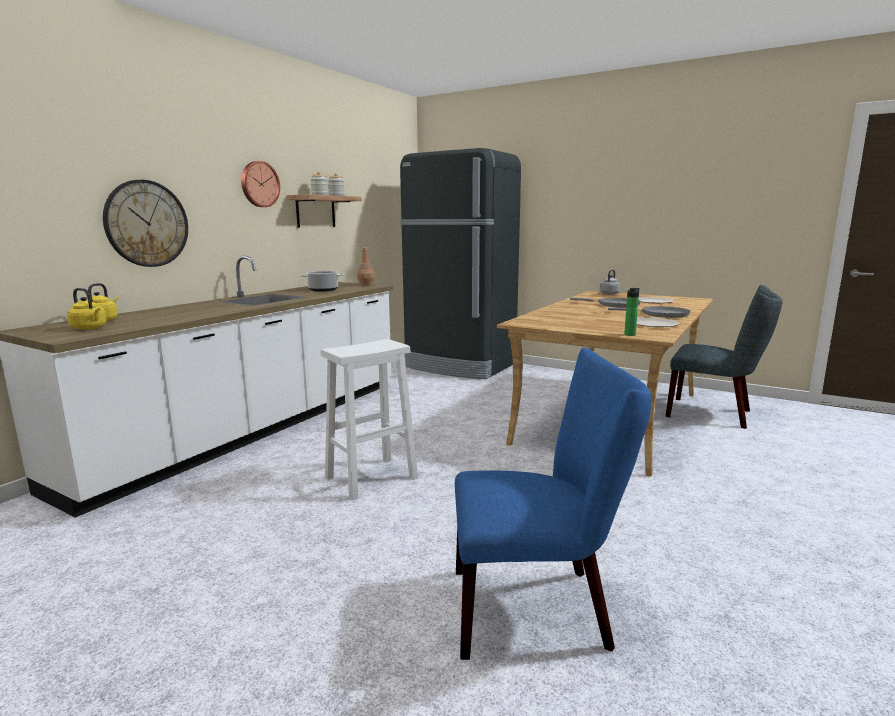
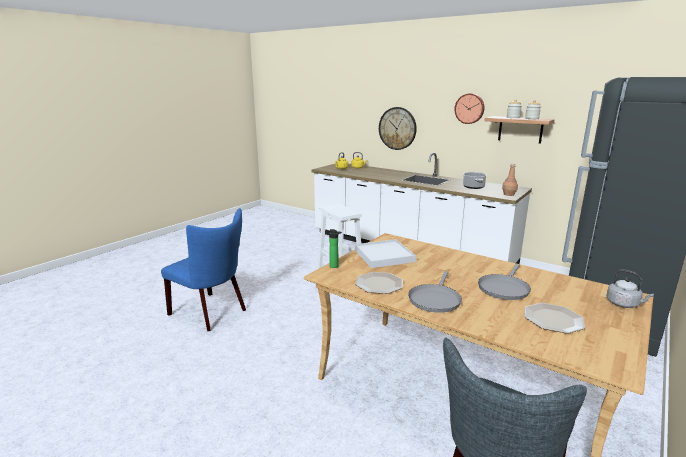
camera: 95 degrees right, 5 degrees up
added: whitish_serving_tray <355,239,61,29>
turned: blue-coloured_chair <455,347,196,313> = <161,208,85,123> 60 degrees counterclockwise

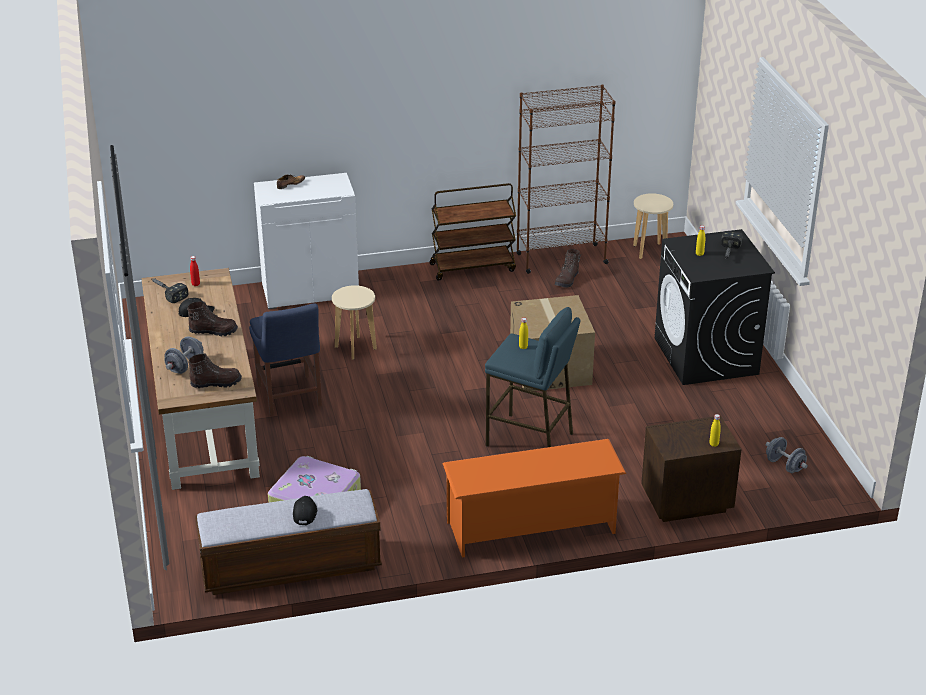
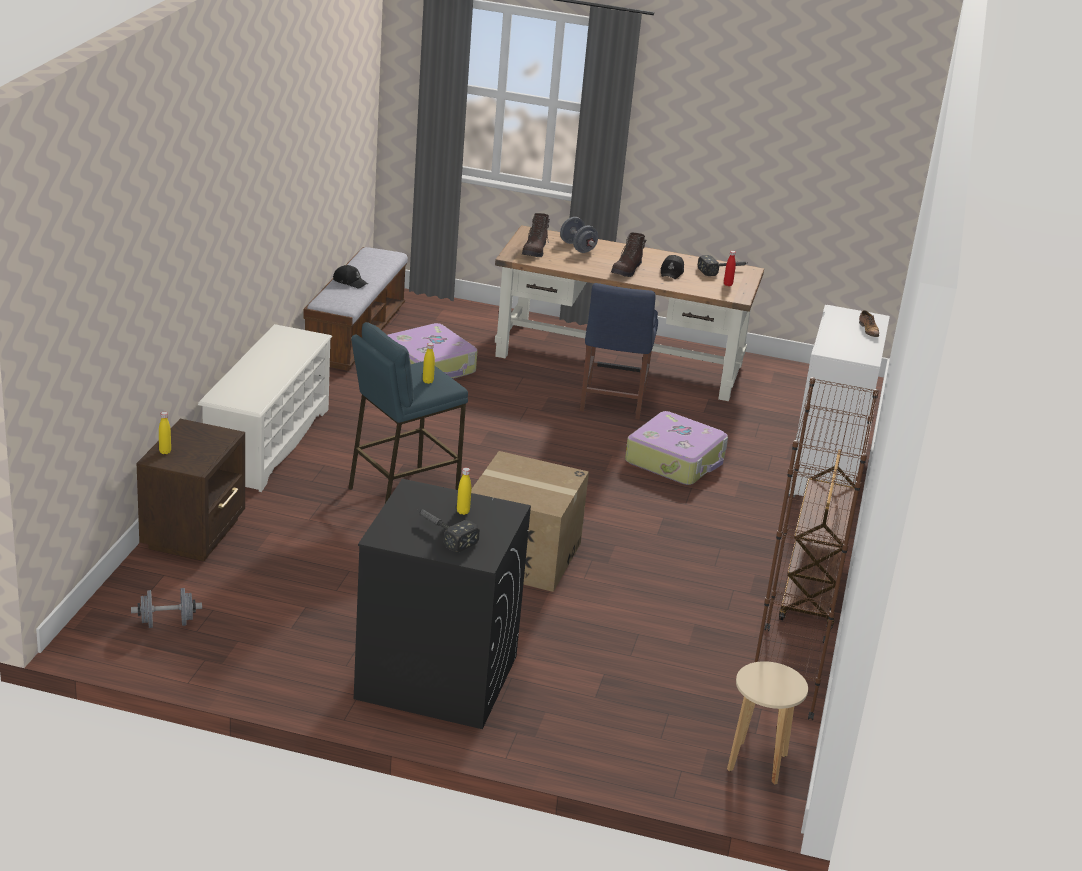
camera: 115 degrees right, 5 degrees down
removed: brownish_boot <554,249,27,39>
replaced: sand-coloured_sitting_stool <332,285,45,75> to suitcase <625,411,103,74>
recoloured: orange_shoe_rack <442,439,184,118> to whitish_shoe_rack <198,324,134,168>
turned: blue-coloured_chair <249,303,73,113> = <580,283,78,137> 90 degrees counterclockwise

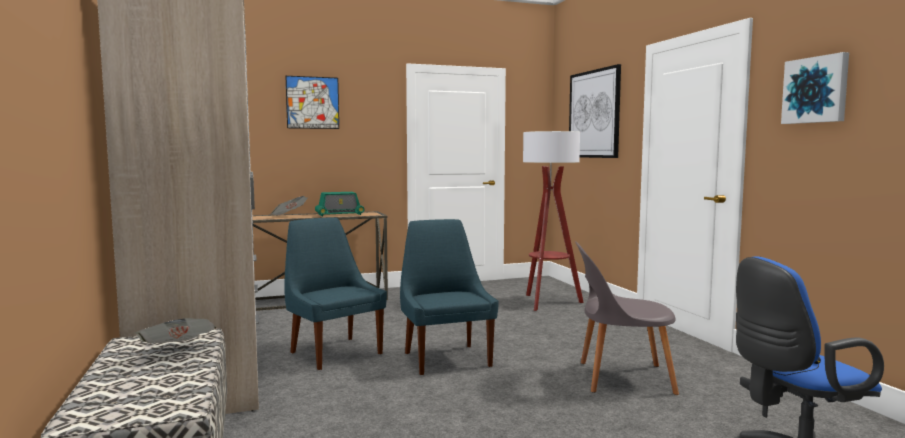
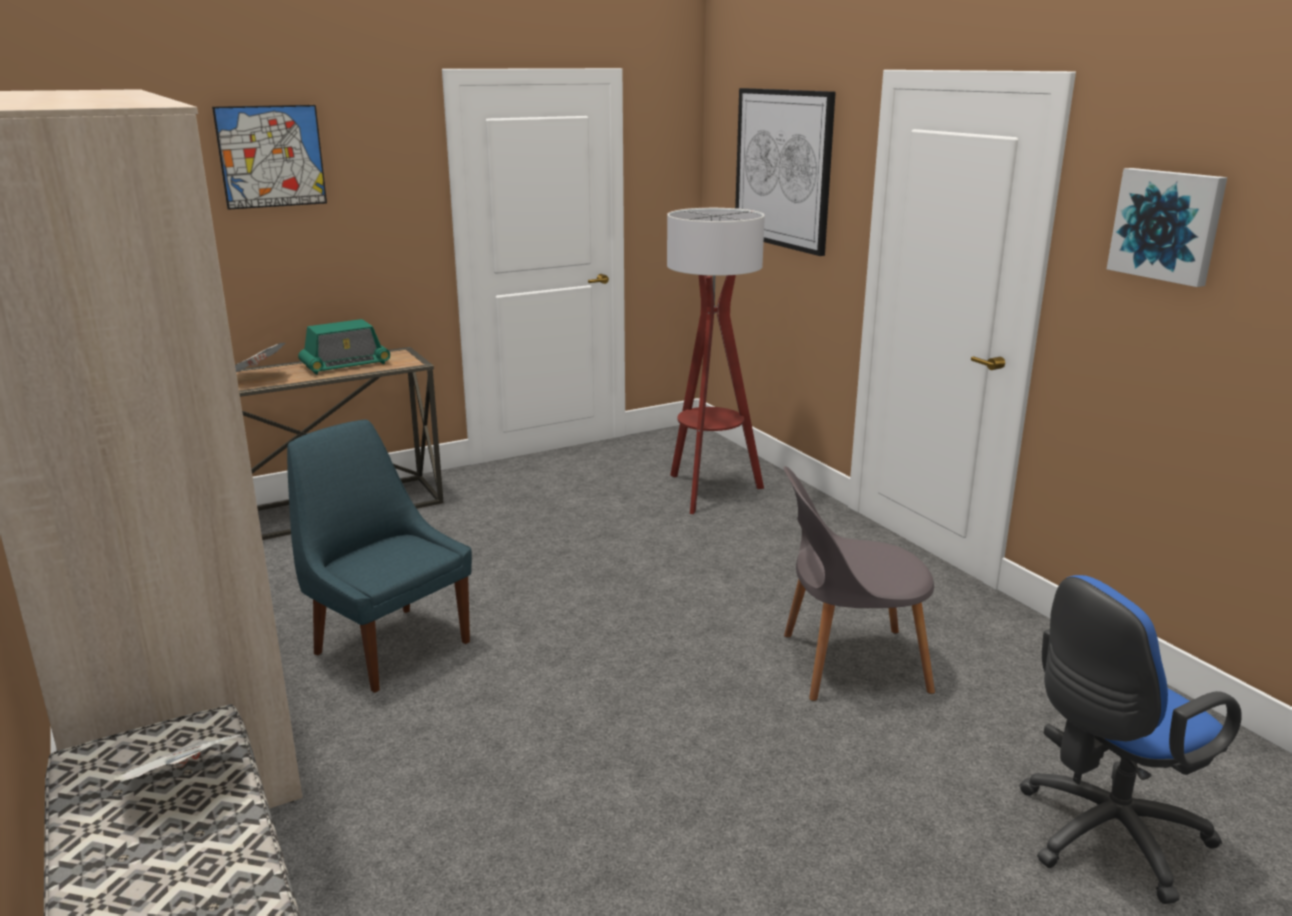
camera: 10 degrees left, 15 degrees up
removed: blue-coloured_chair <400,219,99,156>

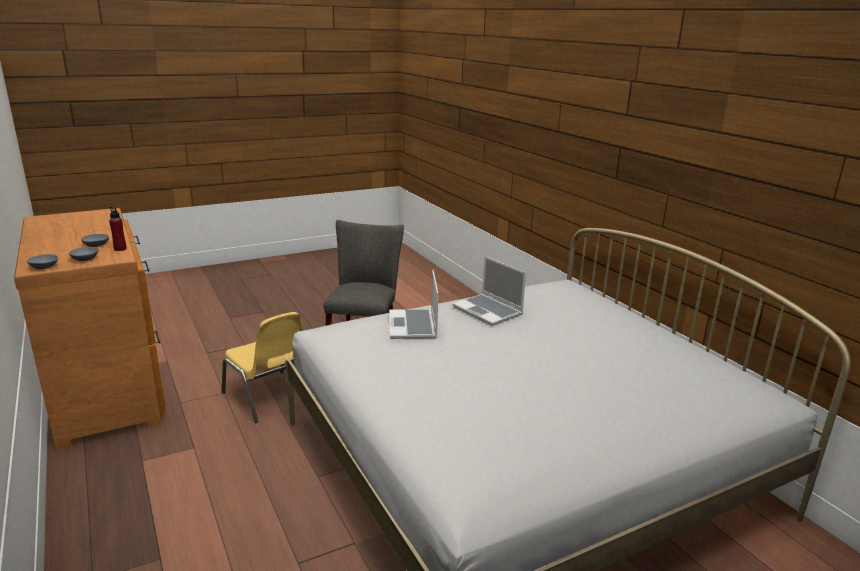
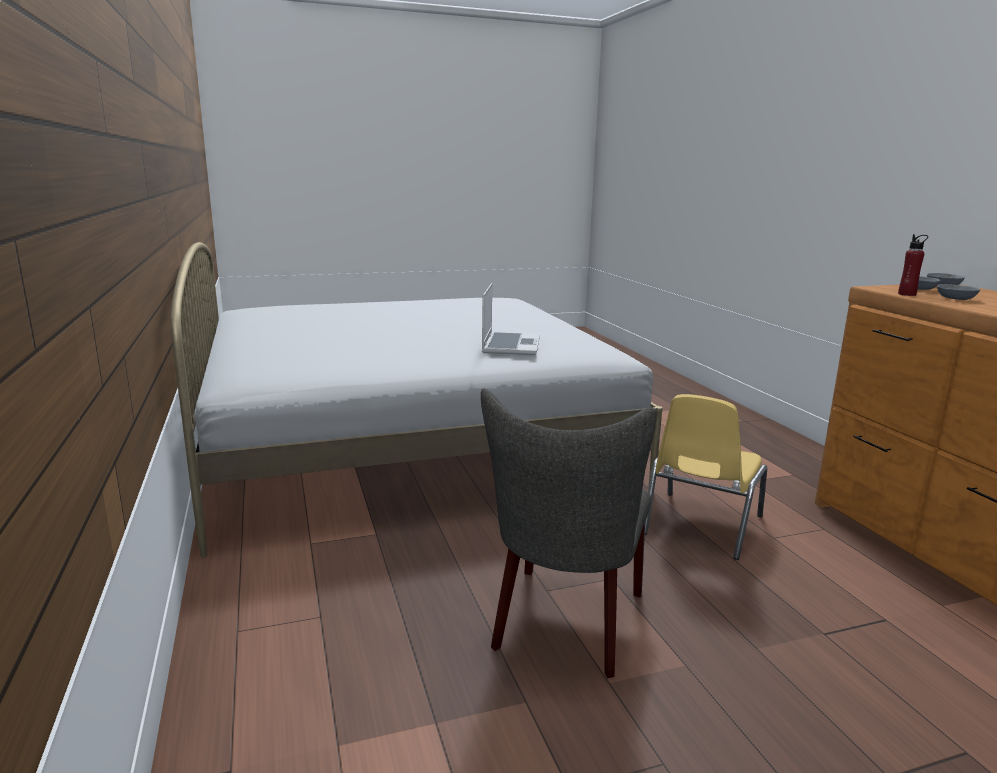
camera: 170 degrees left, 5 degrees down
removed: notebook_computer <453,256,73,70>
turned: yellow-coloured_chair <222,312,80,111> = <645,394,122,166> 120 degrees counterclockwise

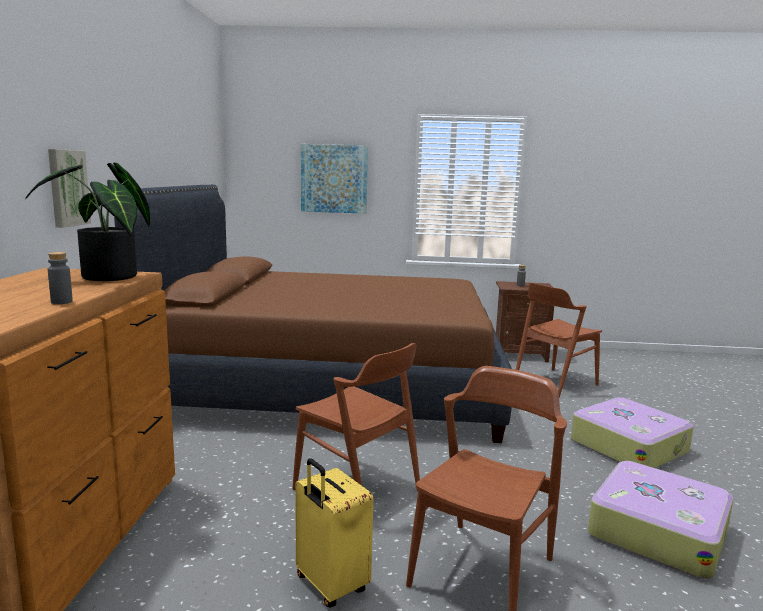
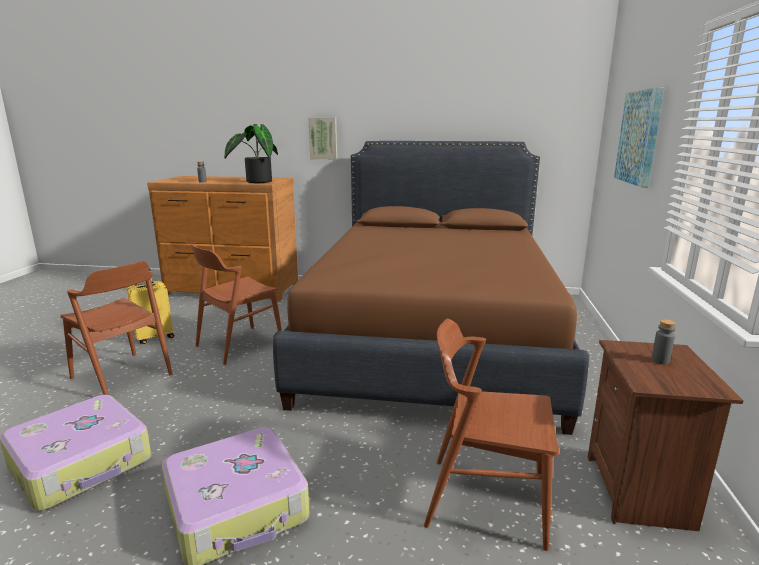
camera: 95 degrees right, 5 degrees up
turned: brownish_chair <516,283,86,115> = <424,319,135,232> 45 degrees counterclockwise

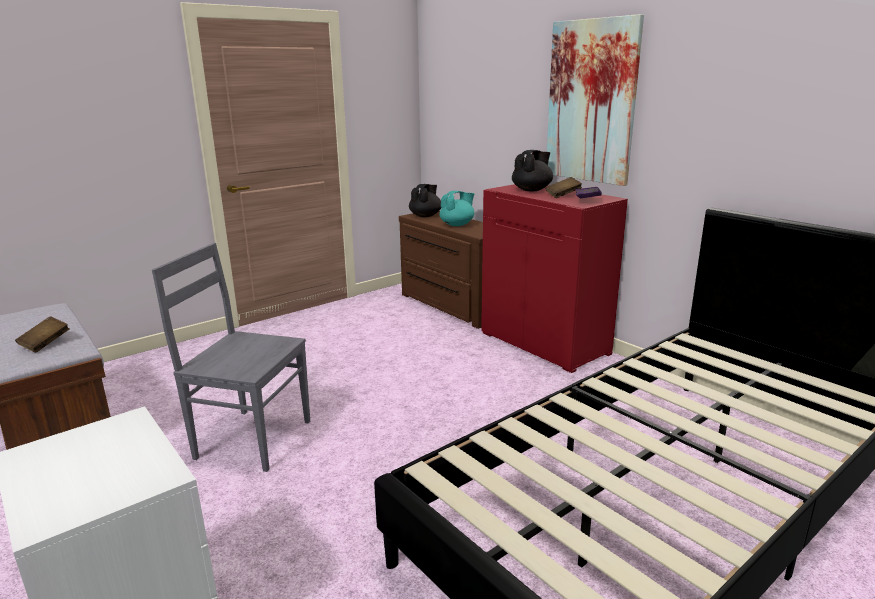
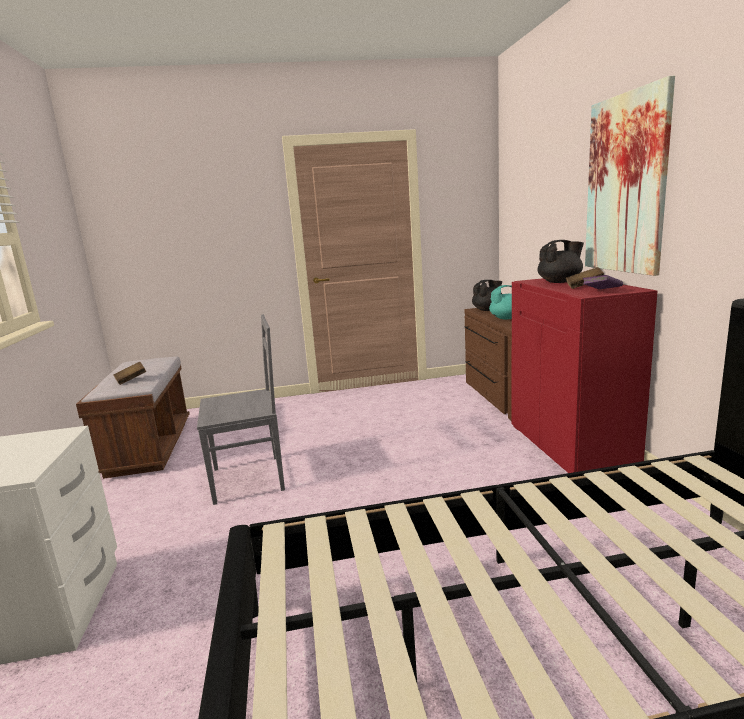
camera: 30 degrees right, 5 degrees down
turned: gray_chair <152,243,158,229> = <197,315,88,190> 120 degrees clockwise

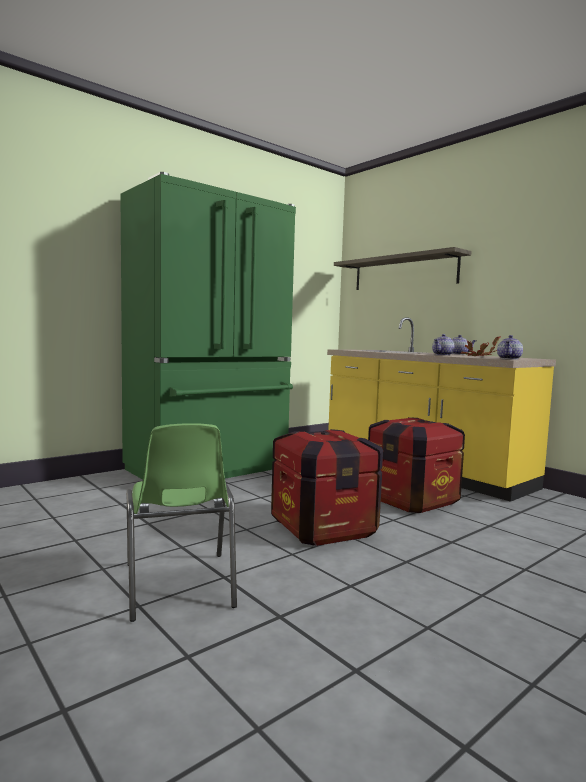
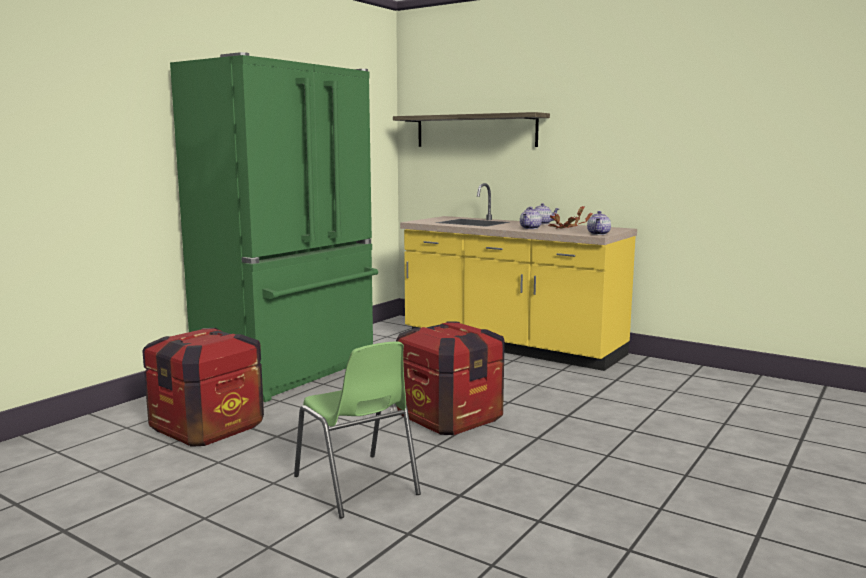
camera: 15 degrees left, 5 degrees up
moved: shipping_crate <368,417,97,96> to <142,328,122,119>

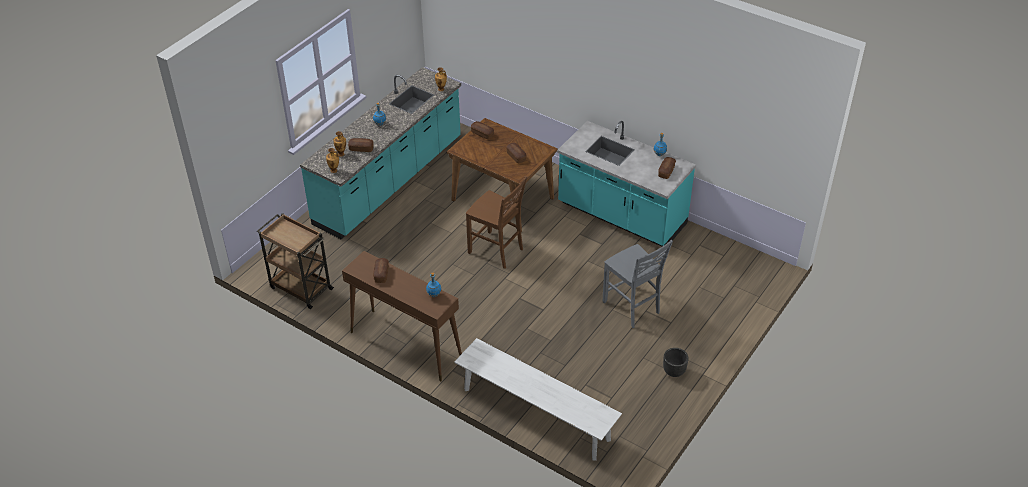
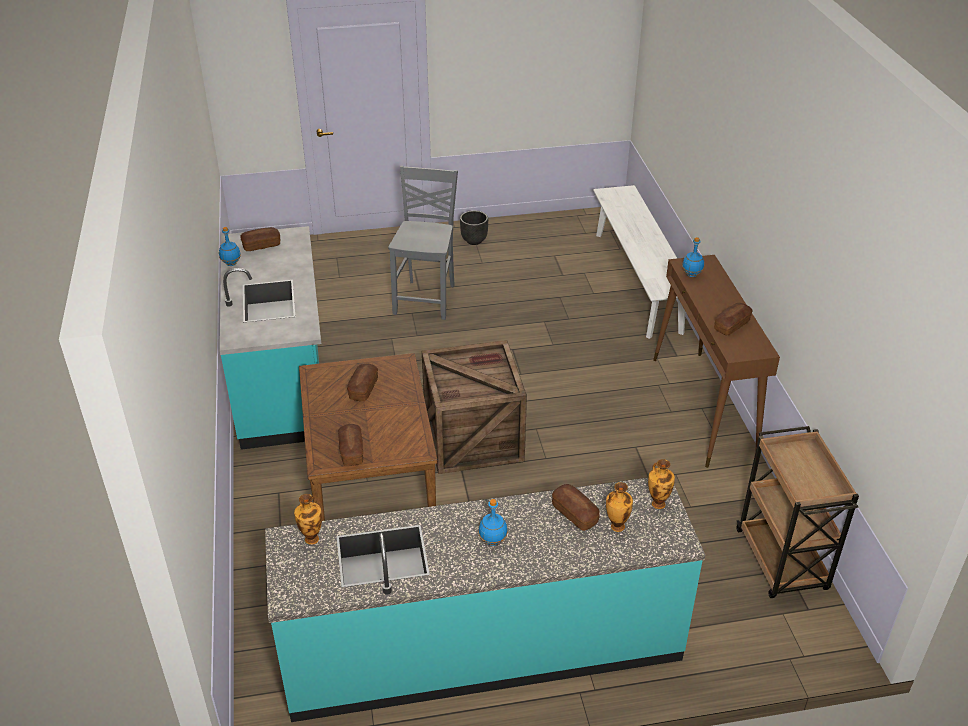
camera: 135 degrees left, 5 degrees down
replaced: brownish_chair <466,176,61,93> to shipping_crate <422,340,105,134>

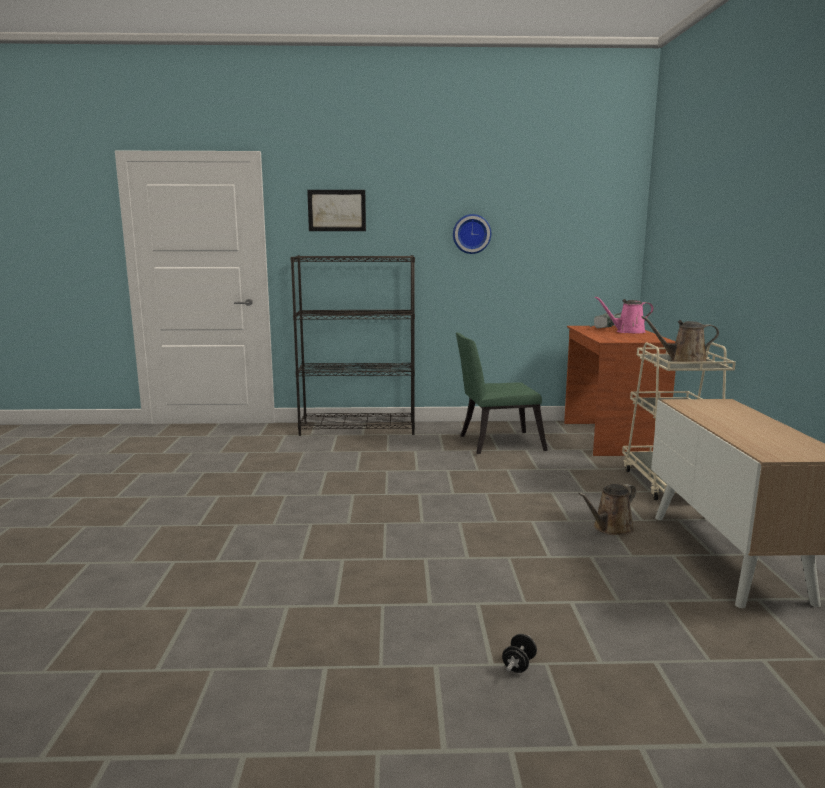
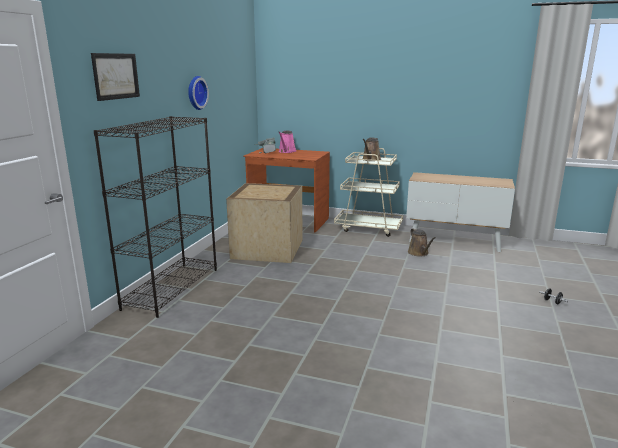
camera: 70 degrees left, 5 degrees up
replaced: green_chair <456,333,92,121> to shipping_crate <226,183,76,80>

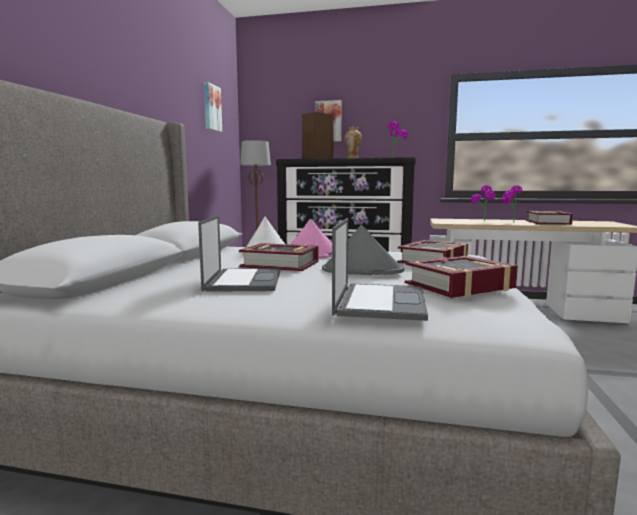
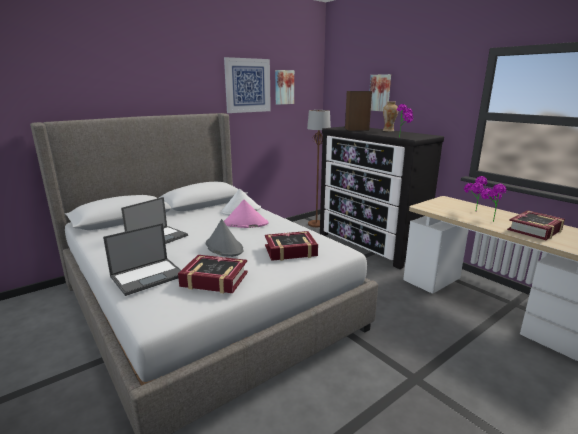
camera: 40 degrees right, 10 degrees up
removed: bound_book <239,243,79,28>
added: picture <224,57,47,56>

